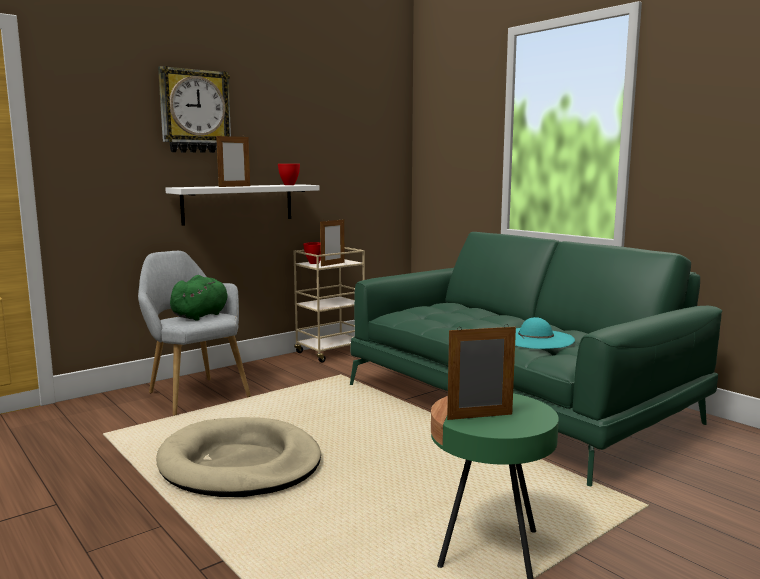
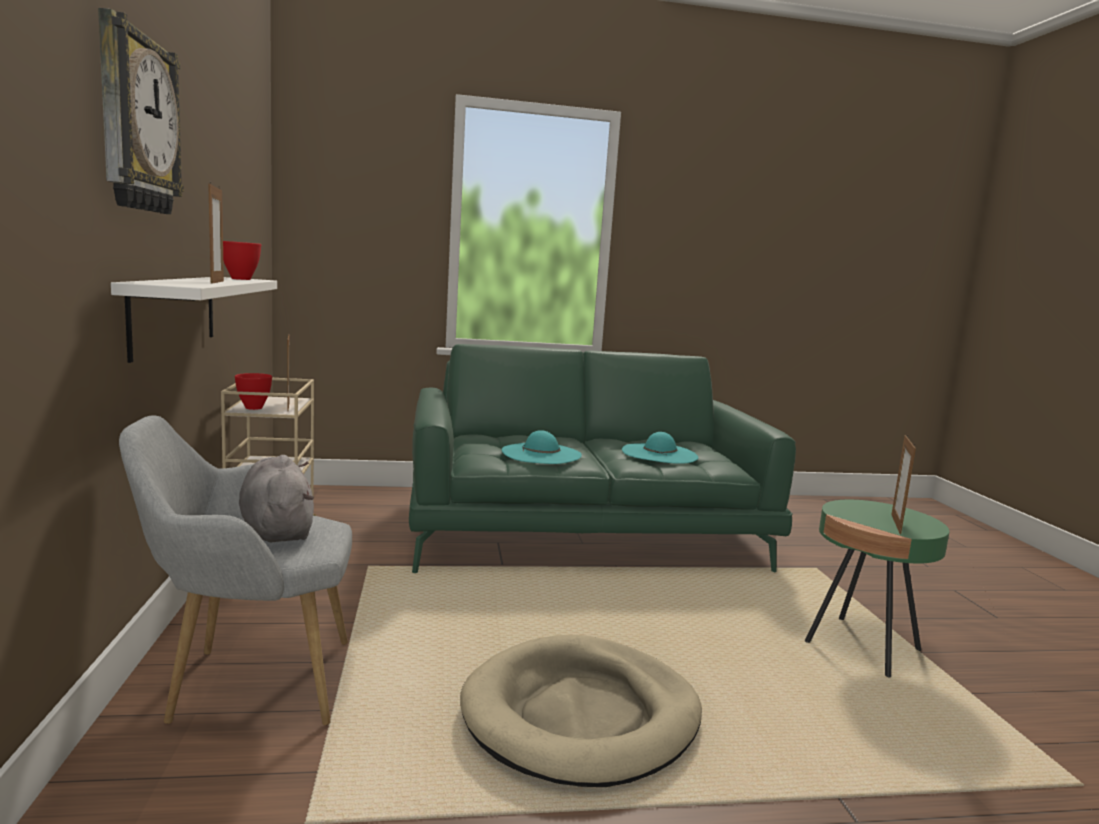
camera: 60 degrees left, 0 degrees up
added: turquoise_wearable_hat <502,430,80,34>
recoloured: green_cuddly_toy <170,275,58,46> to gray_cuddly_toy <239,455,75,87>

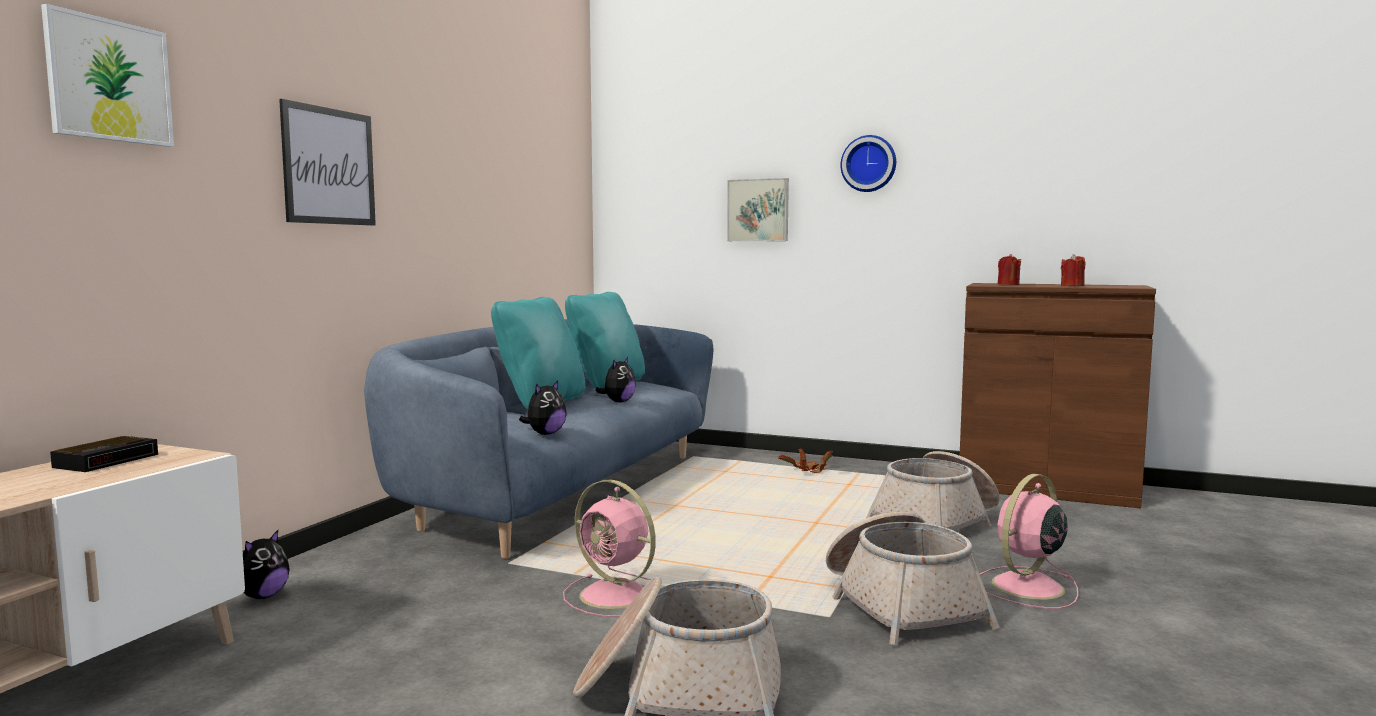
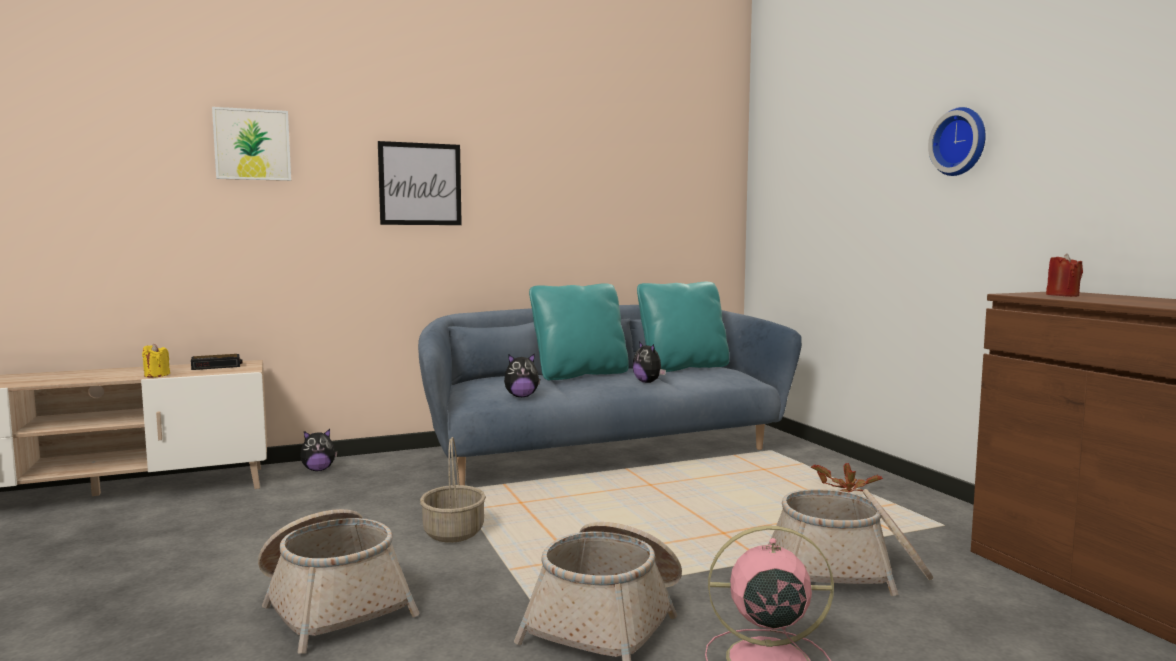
camera: 45 degrees right, 0 degrees up
removed: picture <727,178,62,63>; reddish_wax_candle <1061,254,25,32>
added: yellow-coloured_wax_candle <142,344,28,34>
replaced: pink-coloured_fan <563,480,93,137> to basket <420,437,66,106>
turned: cuddly_toy <595,357,41,45> = <632,341,34,42> 75 degrees clockwise

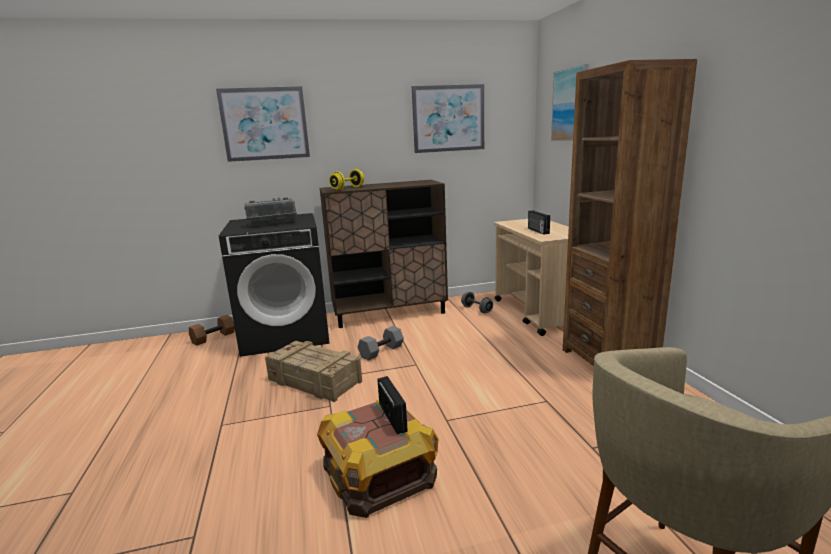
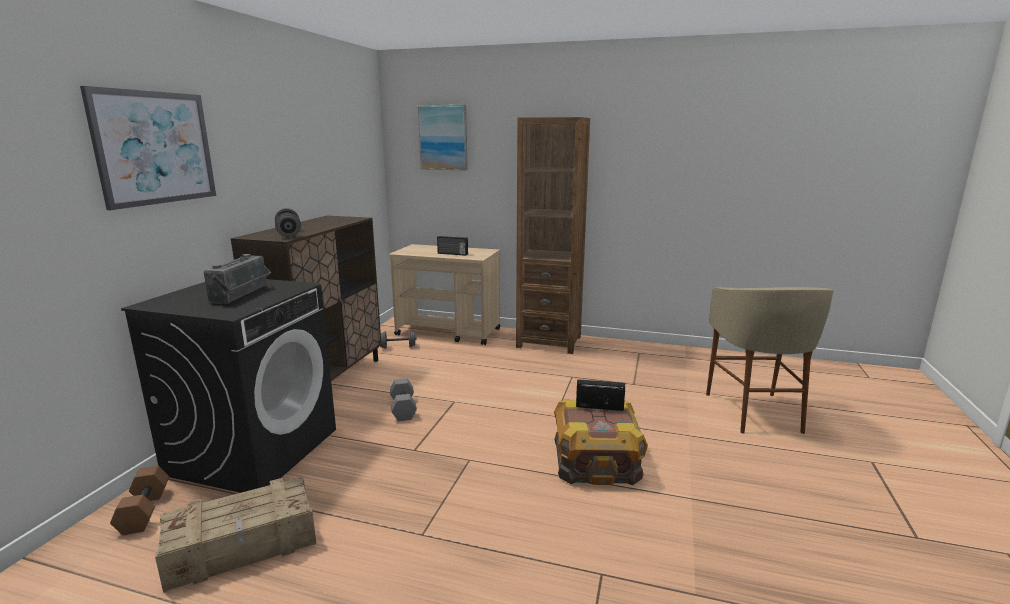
camera: 60 degrees left, 0 degrees up
removed: picture <412,84,72,69>
moved: shipping_crate <265,341,97,61> to <155,477,161,116>
recoloured: yellow-coloured_free_weight <329,169,35,21> to gray_free_weight <275,208,26,29>

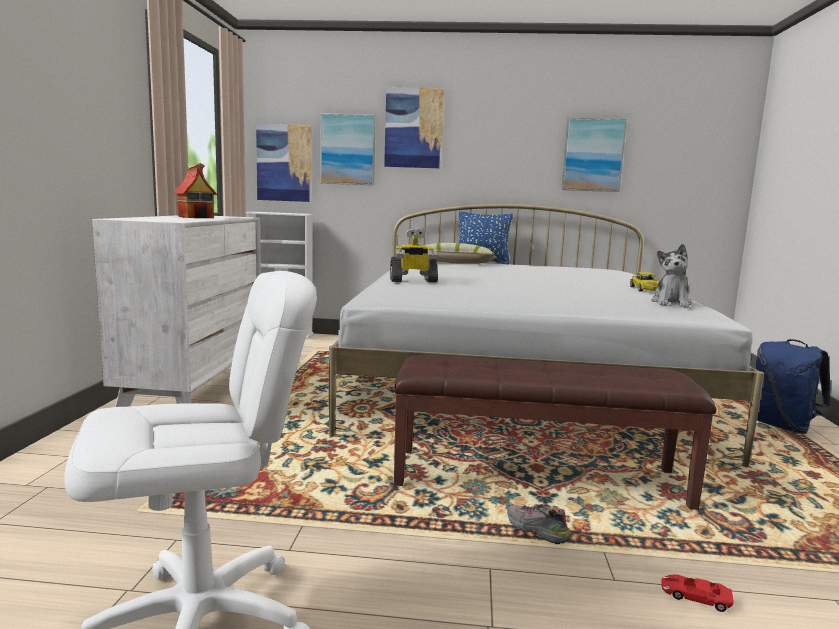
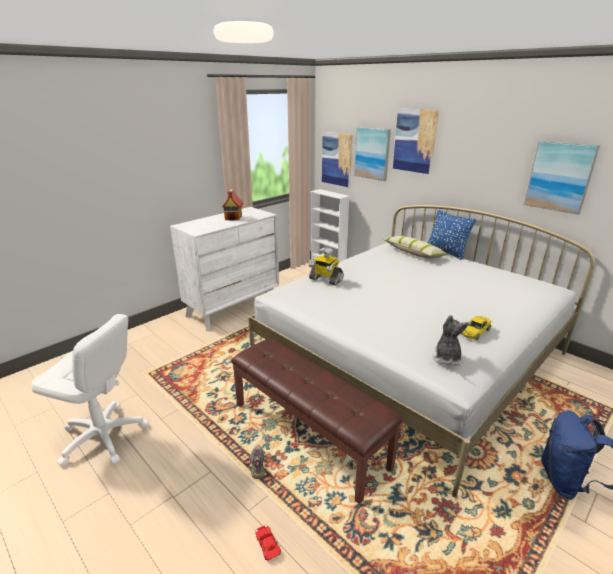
camera: 40 degrees right, 15 degrees up
turned: cuddly_toy <651,244,41,63> = <432,315,37,51> 135 degrees clockwise

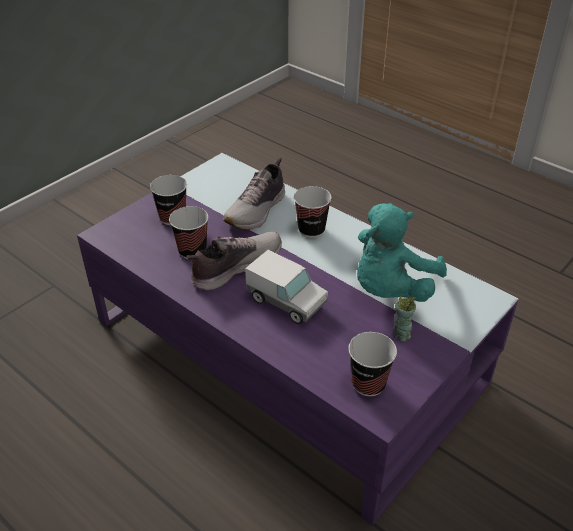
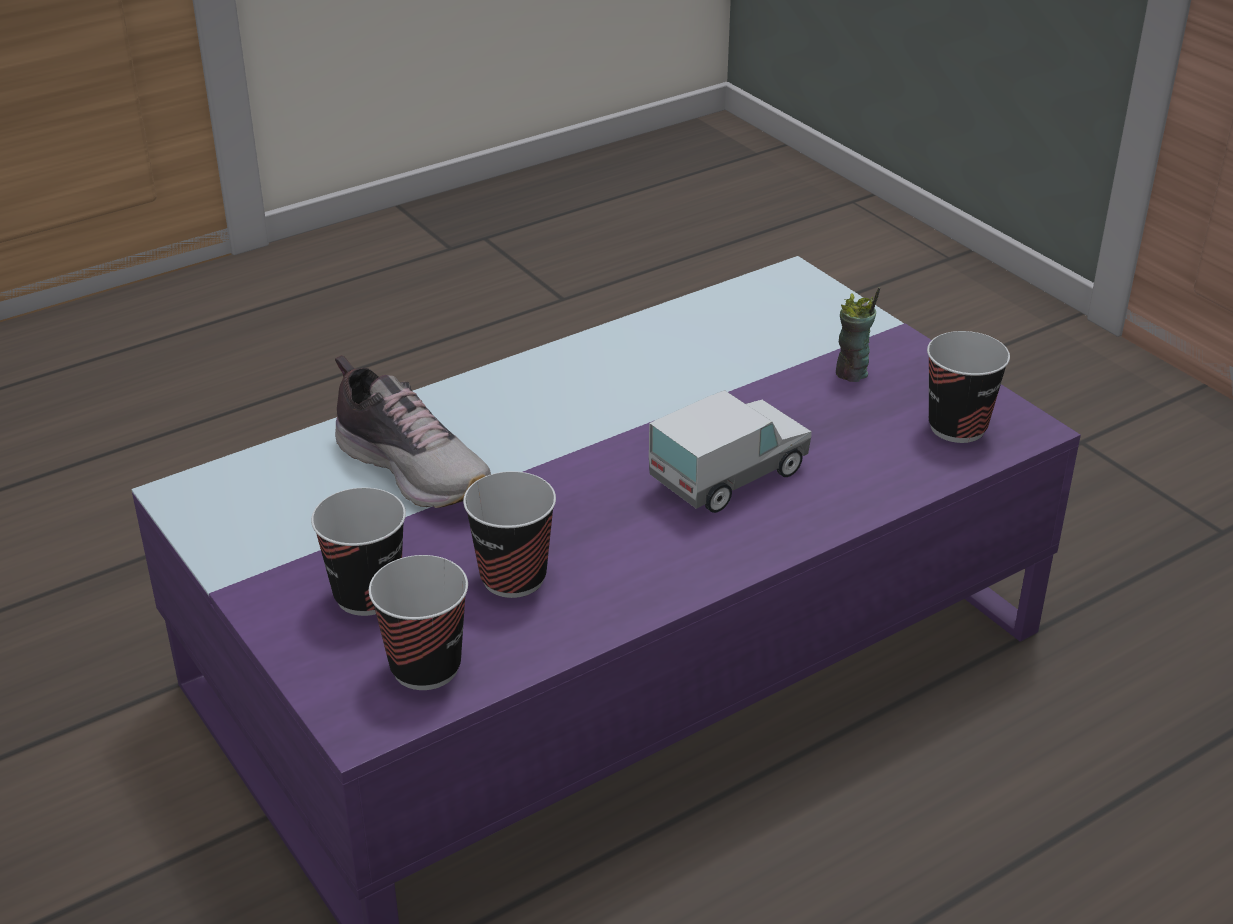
camera: 75 degrees left, 5 degrees down
removed: low_shoe <186,232,96,58>; turquoise_cuddly_toy <357,203,90,99>
moved: small_cup <294,186,38,52> to <369,555,99,135>

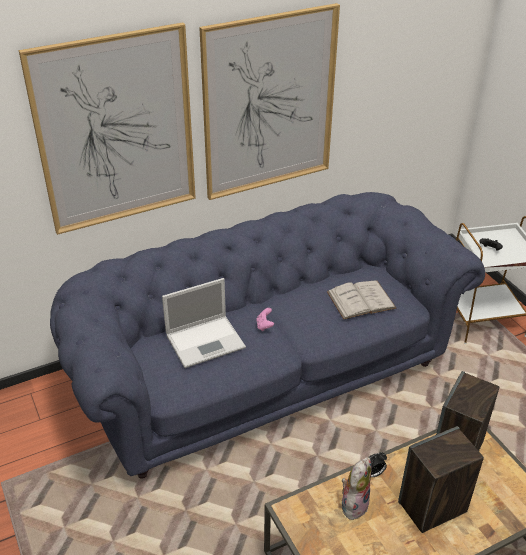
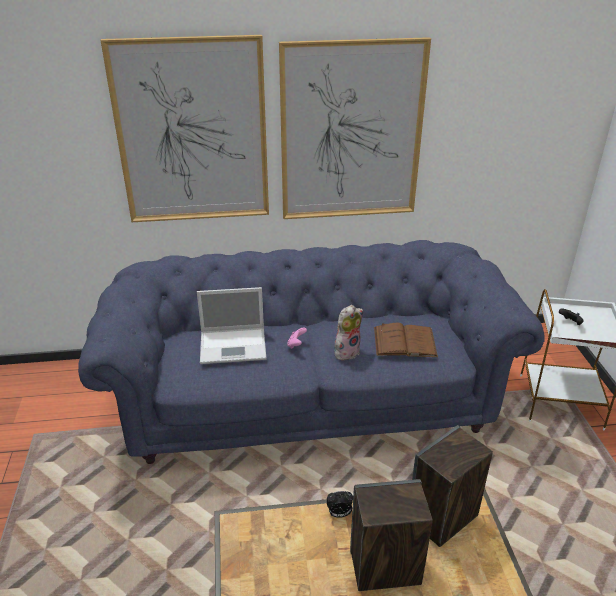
camera: 20 degrees right, 5 degrees down
moved: cuddly_toy <341,457,31,63> to <334,305,29,55>
recoloured: whitish_bound_book <327,280,69,40> to brownish_bound_book <374,323,64,34>

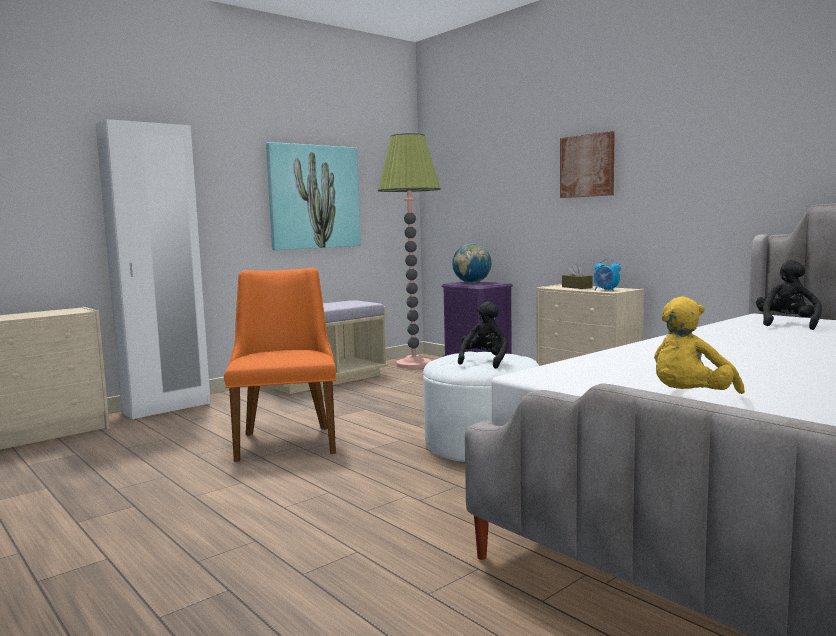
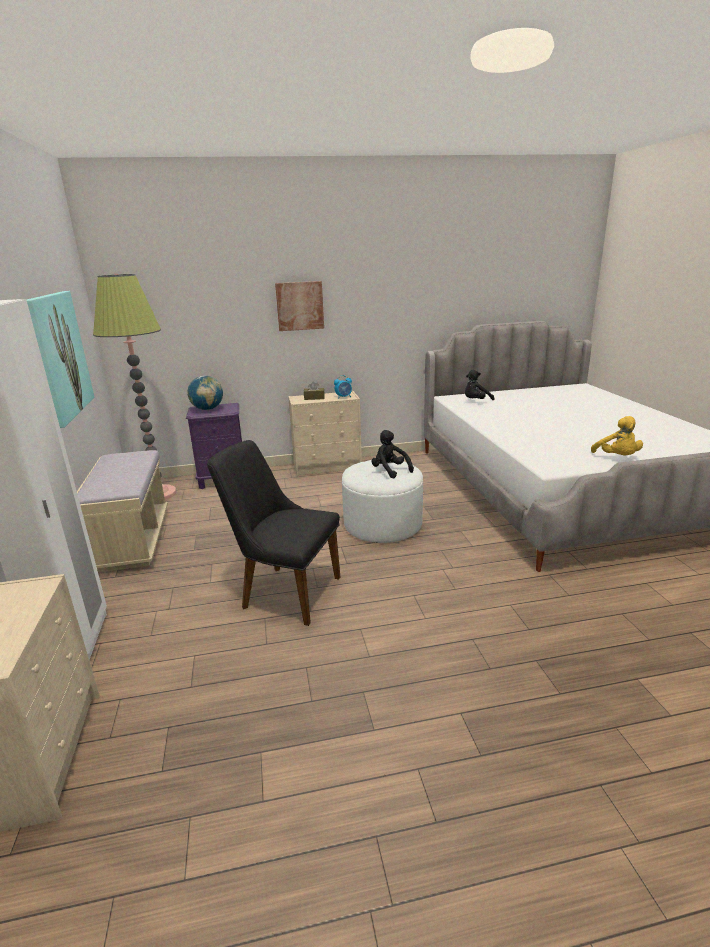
camera: 60 degrees left, 15 degrees up
recoloured: orange_chair <224,268,113,194> to blackish_chair <207,440,133,186>
turned: blackish_cuddly_toy <756,260,66,70> = <465,370,29,30> 90 degrees counterclockwise

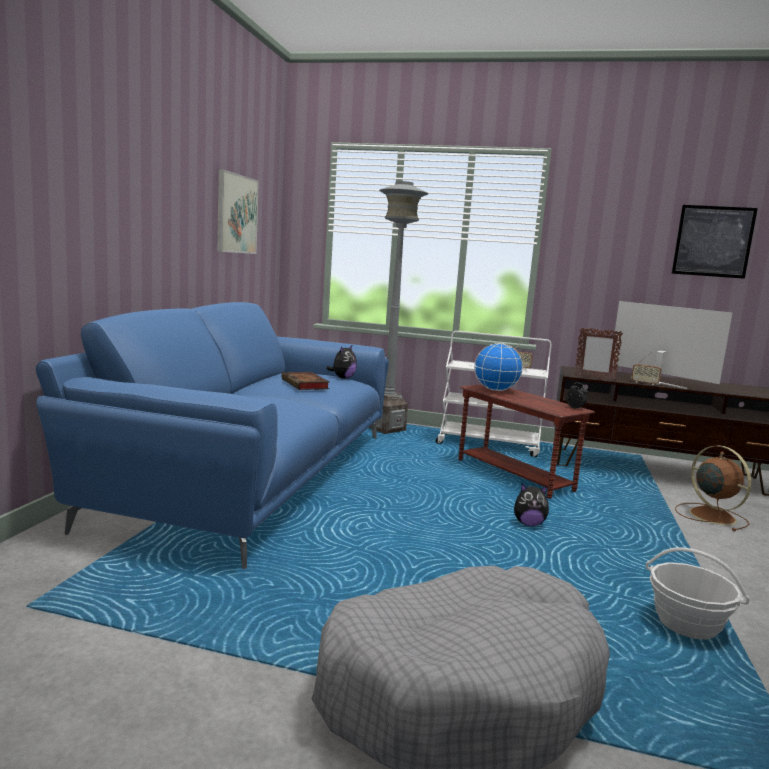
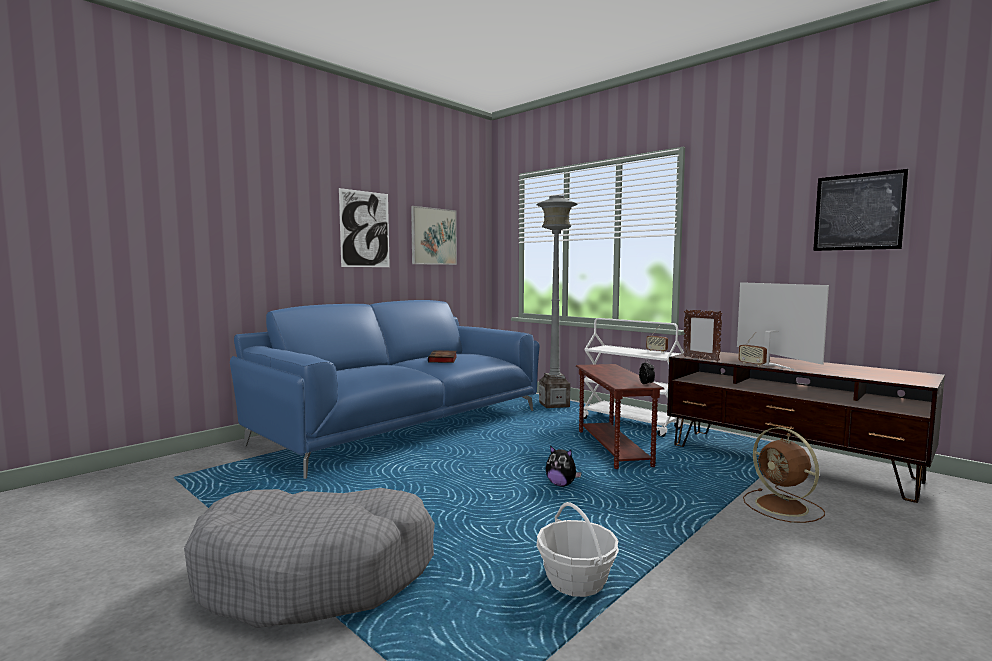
camera: 30 degrees right, 5 degrees down
removed: cuddly_toy <326,344,31,35>; world_globe <474,343,49,48>
added: picture <339,188,51,79>
turned: brownish_fan <675,445,76,86> = <743,427,82,96> 150 degrees clockwise

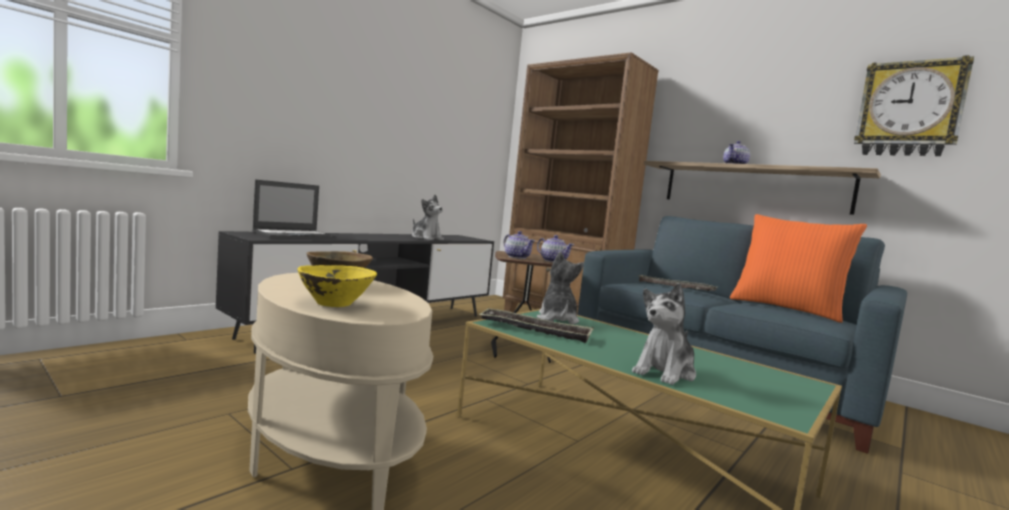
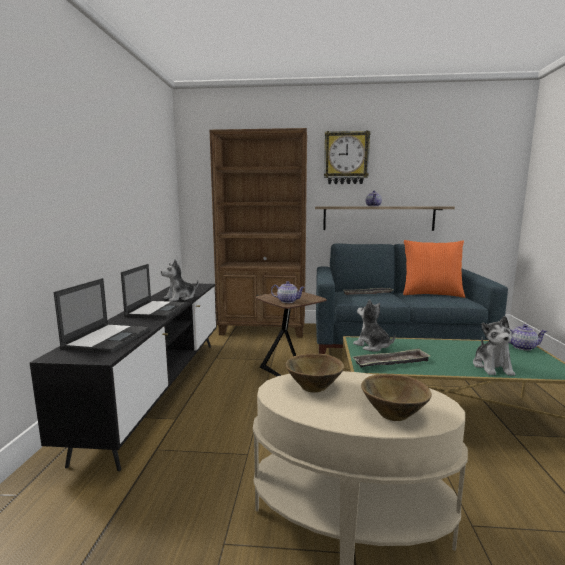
camera: 35 degrees left, 5 degrees up
added: notebook_computer <121,264,66,54>
moved: pot_for_tea <537,235,37,27> to <509,324,39,26>; hanging_clock <854,55,120,101> to <324,130,47,54>
recoloured: yellow-coloured_serving_bowl <297,265,80,42> to brownish_serving_bowl <361,374,71,47>
turned: cuddly_toy <412,195,32,45> = <161,259,37,42> 135 degrees clockwise

